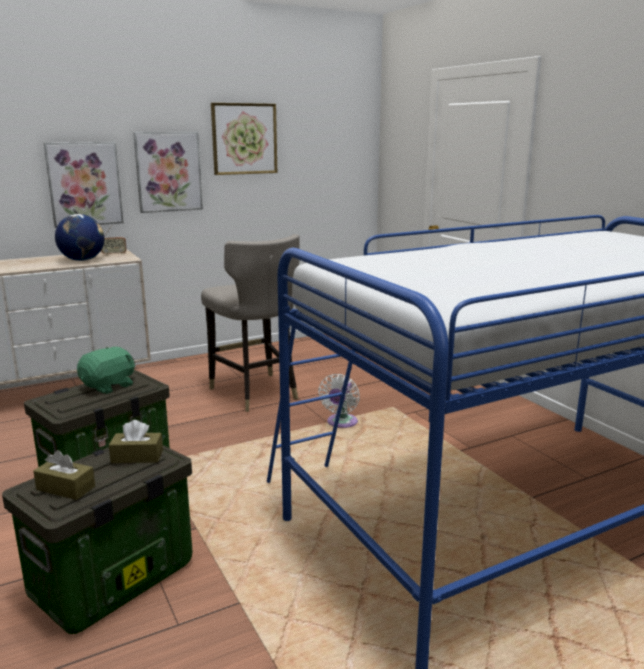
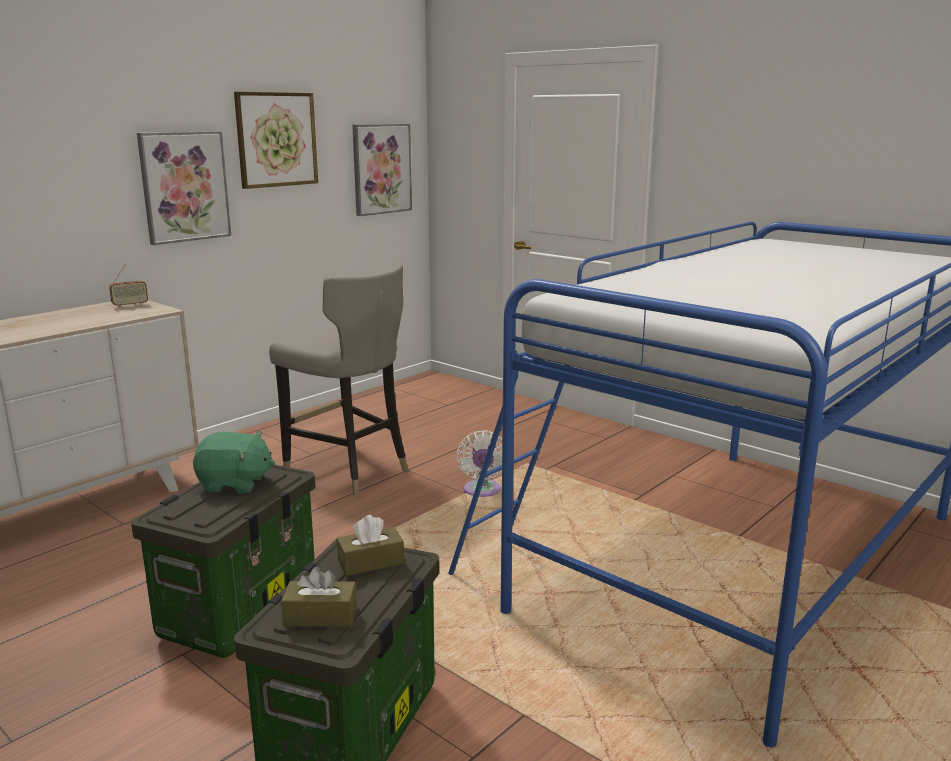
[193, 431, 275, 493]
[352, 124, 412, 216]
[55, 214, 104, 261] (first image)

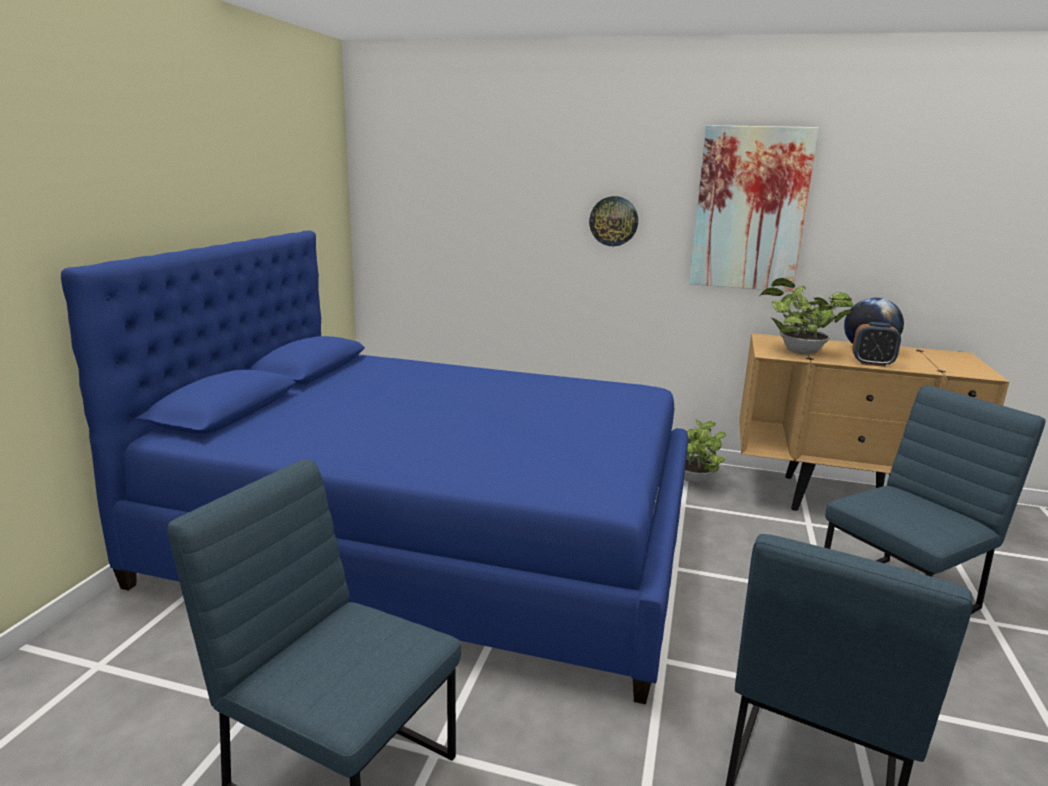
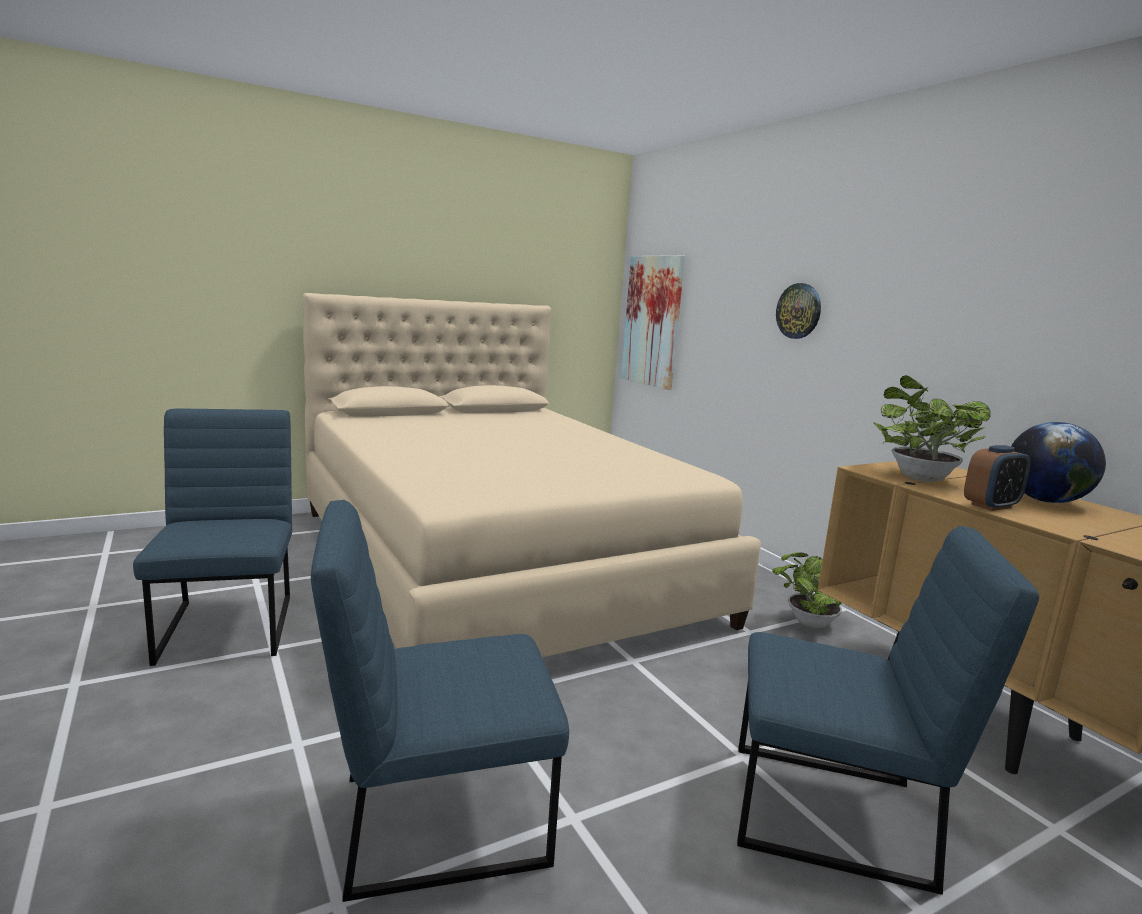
[303, 293, 761, 657]
[621, 255, 685, 390]
[964, 445, 1031, 511]

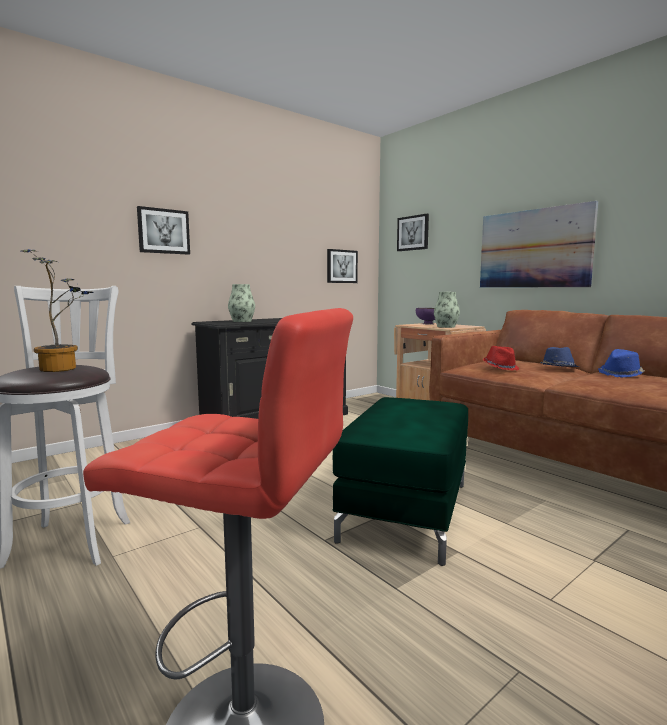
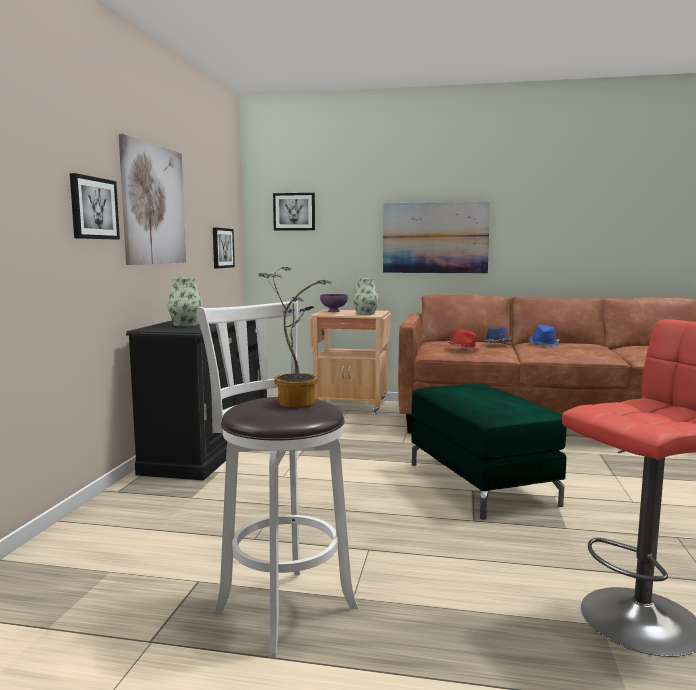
[119, 134, 186, 265]

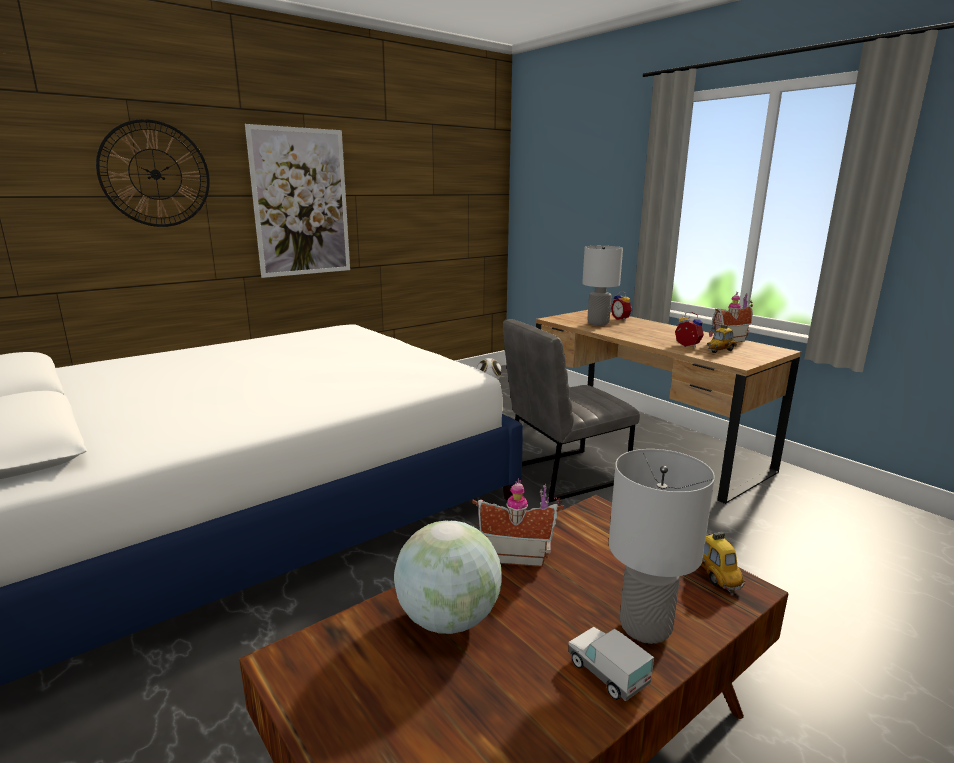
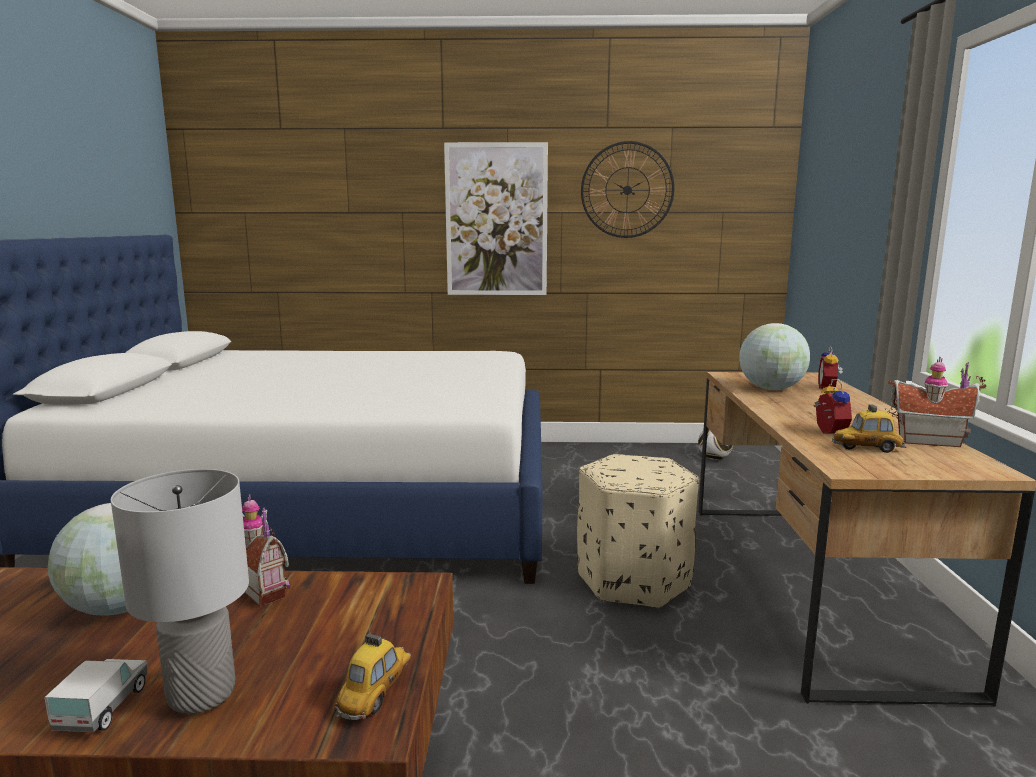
[577, 454, 699, 608]
[581, 141, 675, 238]
[739, 323, 810, 390]

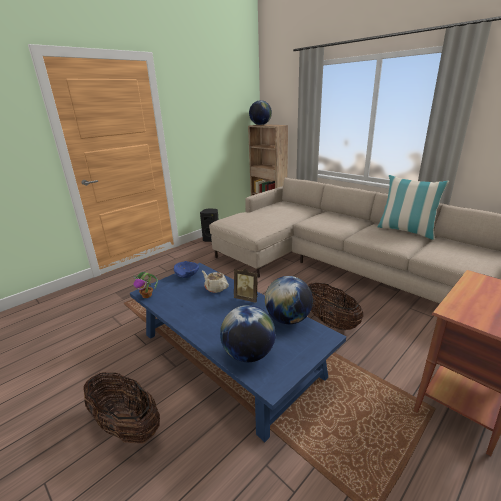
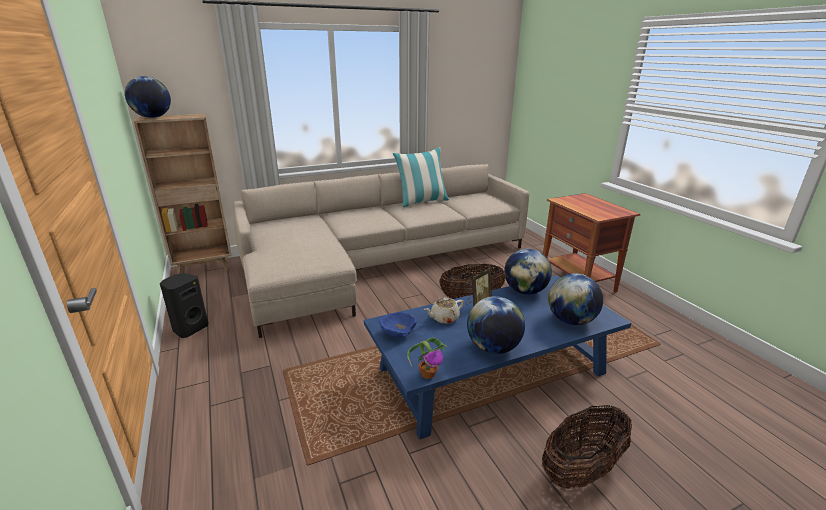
[467, 296, 525, 354]

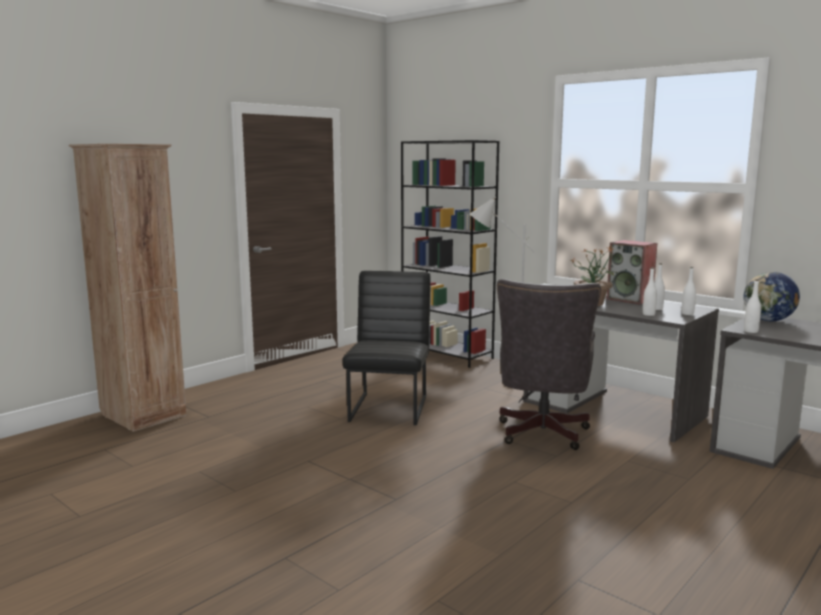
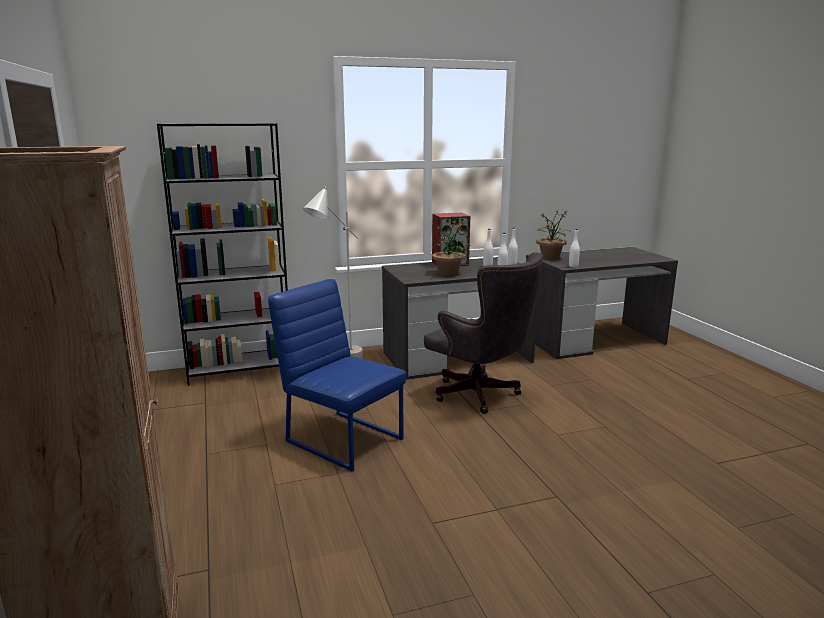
[268, 279, 406, 471]
[536, 210, 571, 260]

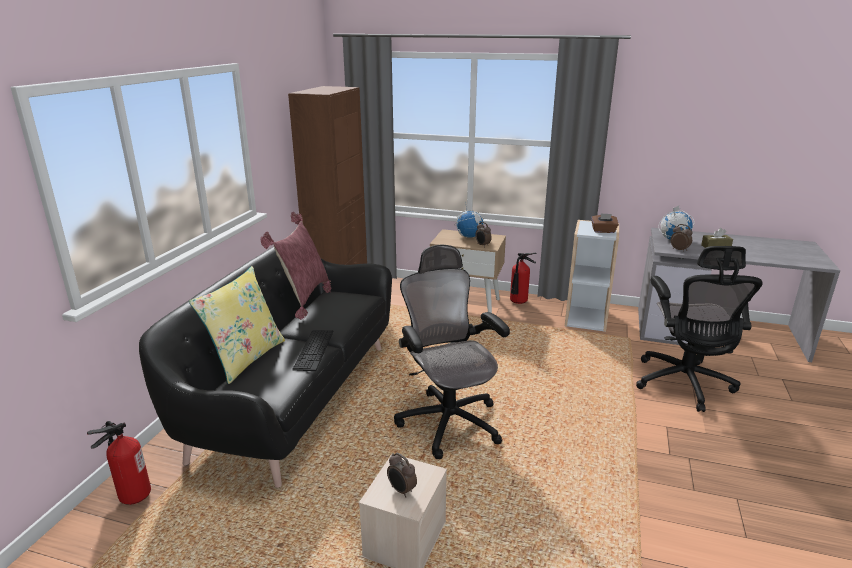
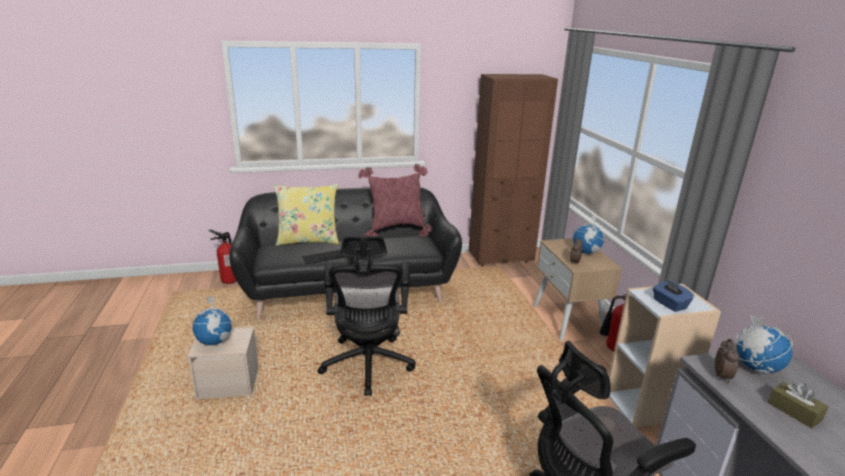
[191, 296, 234, 345]
[317, 236, 416, 396]
[653, 279, 694, 312]

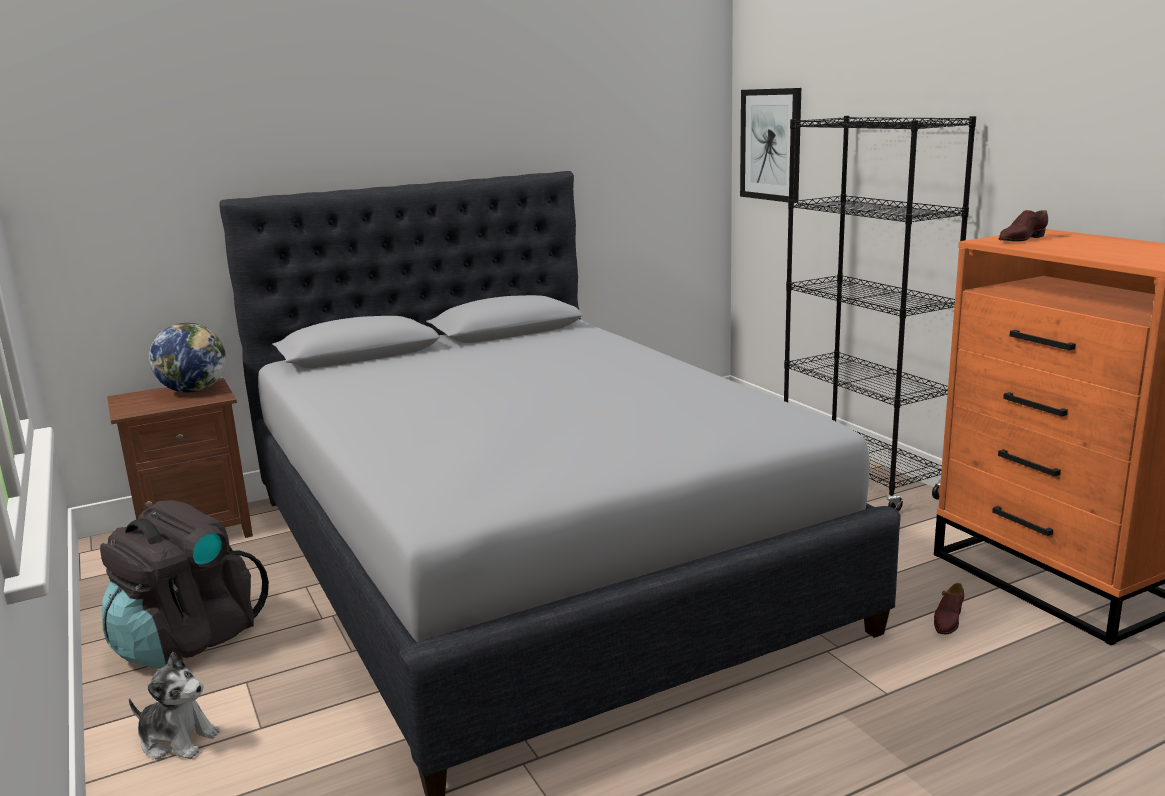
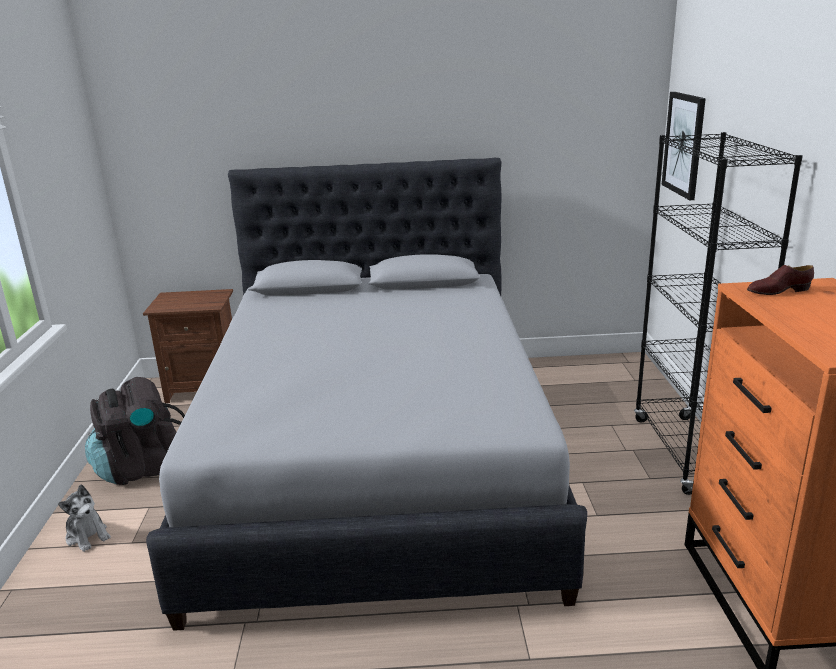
[149, 323, 226, 393] (first image)
[934, 583, 964, 634] (first image)

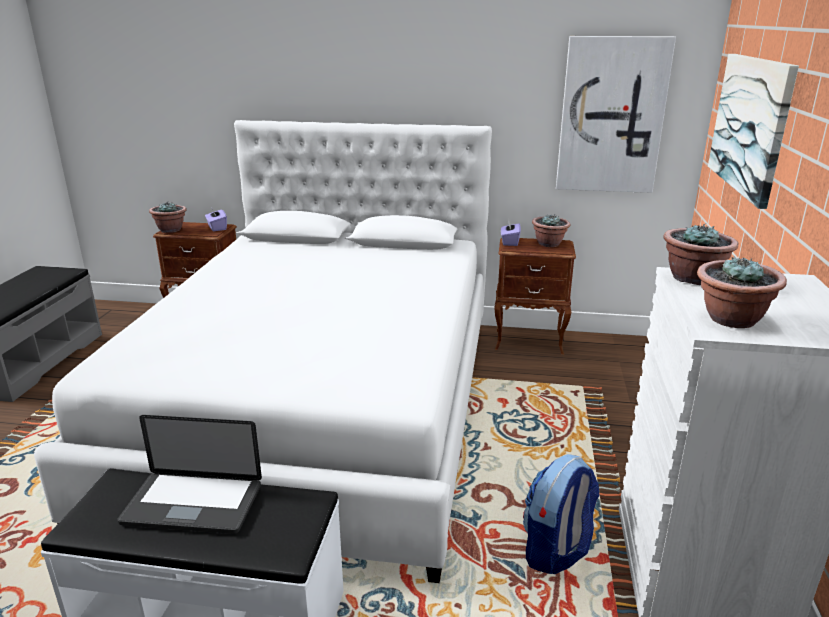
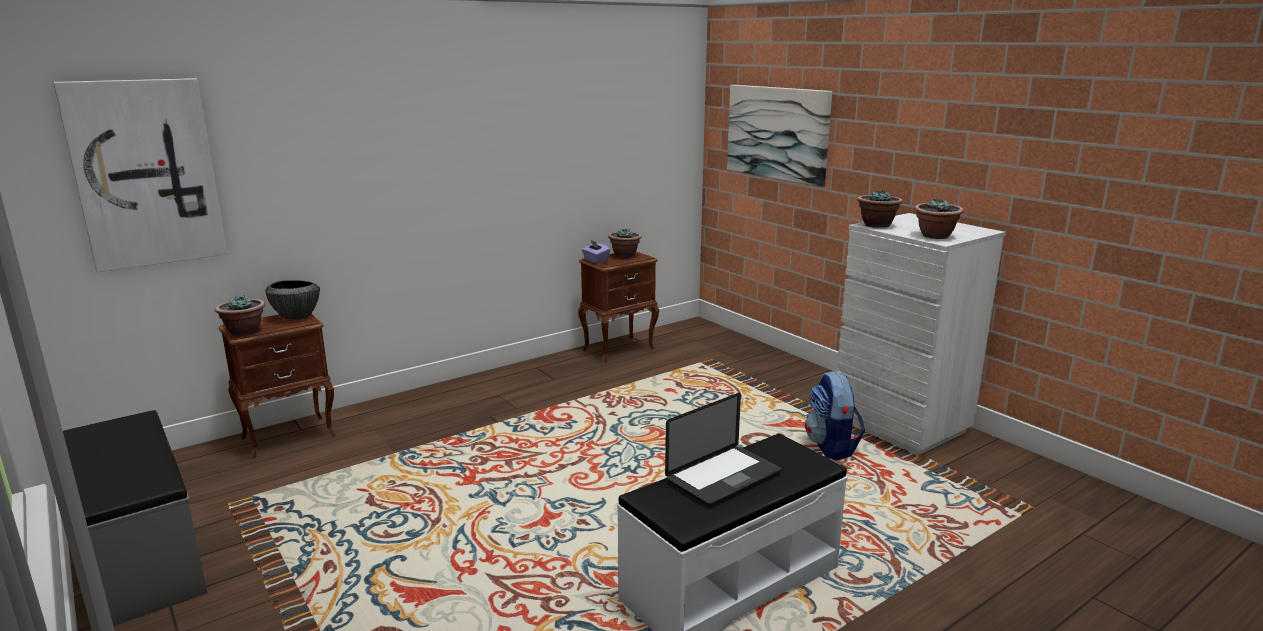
[53, 78, 227, 272]
[265, 280, 320, 320]
[34, 120, 492, 583] (first image)

